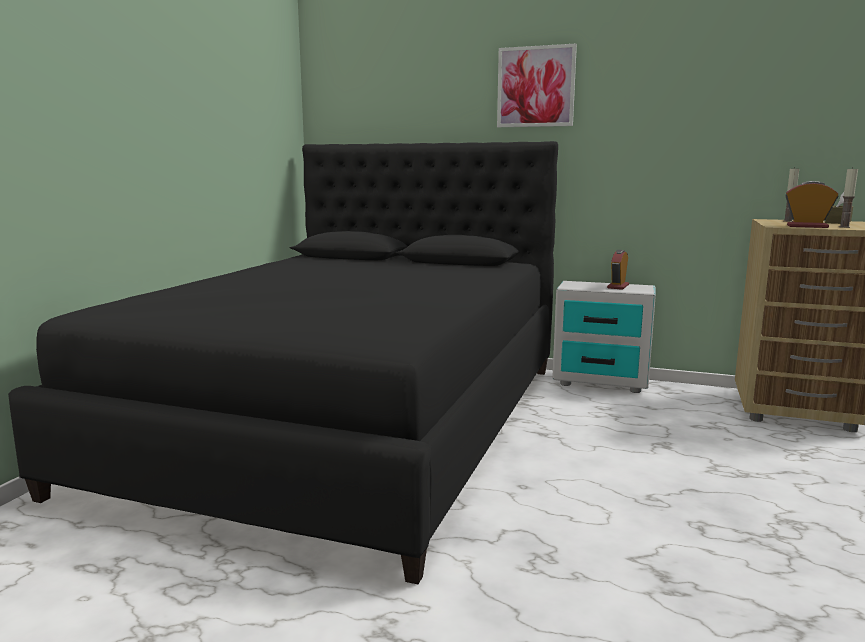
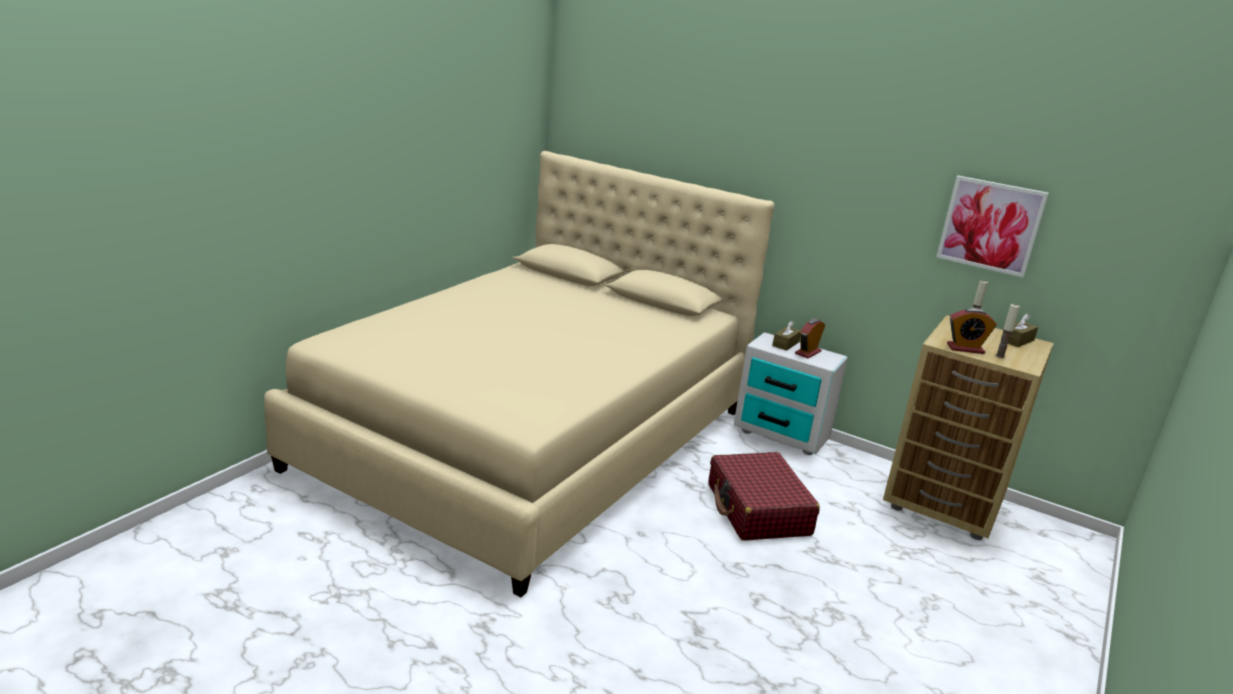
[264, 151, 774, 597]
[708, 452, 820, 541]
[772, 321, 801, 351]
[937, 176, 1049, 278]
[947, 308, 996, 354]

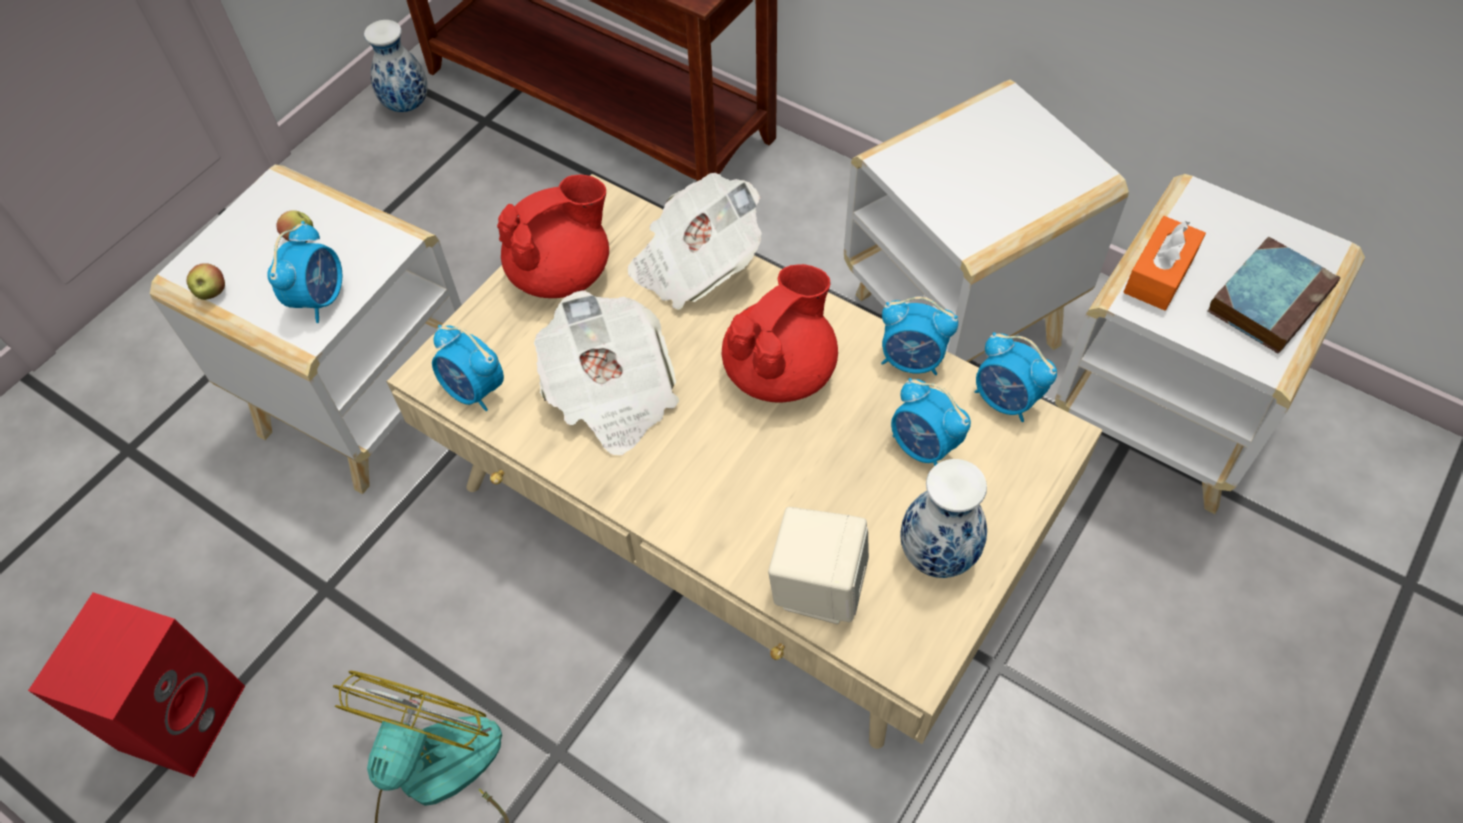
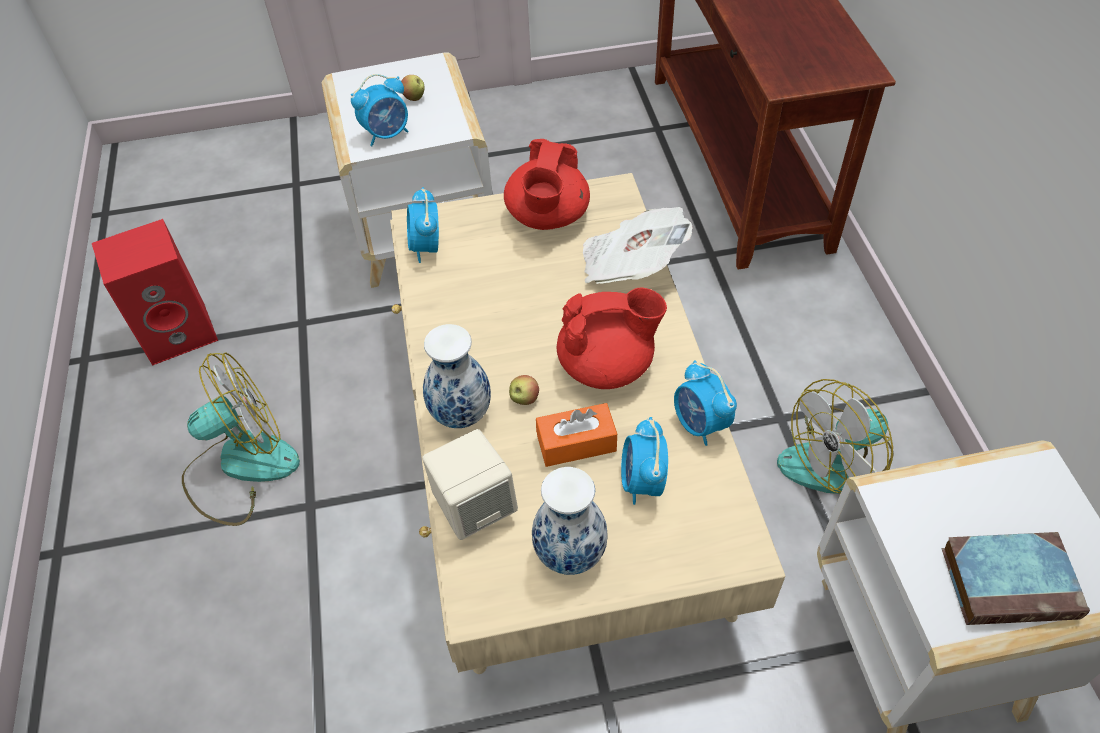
[423, 324, 491, 428]
[504, 139, 590, 230]
[509, 375, 539, 405]
[536, 403, 617, 467]
[777, 379, 894, 494]
[534, 290, 679, 455] (first image)
[975, 332, 1057, 422] (first image)

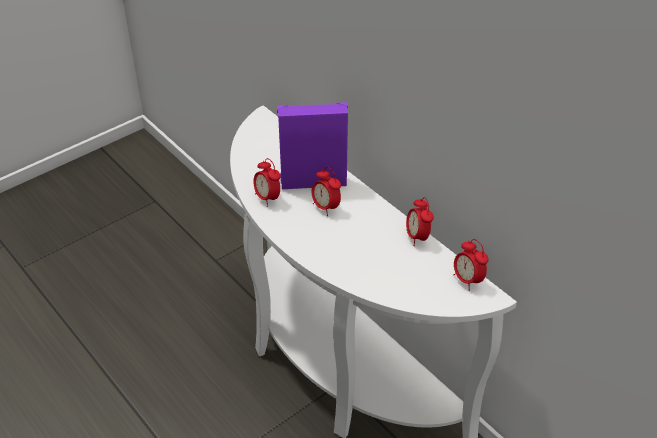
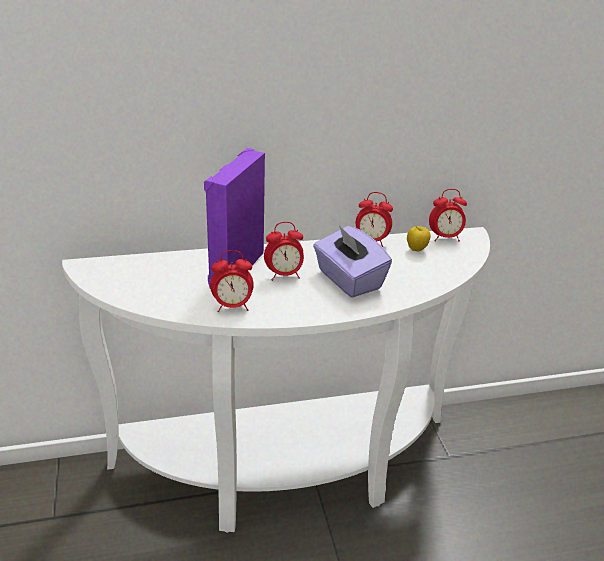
[313, 225, 392, 298]
[407, 226, 430, 252]

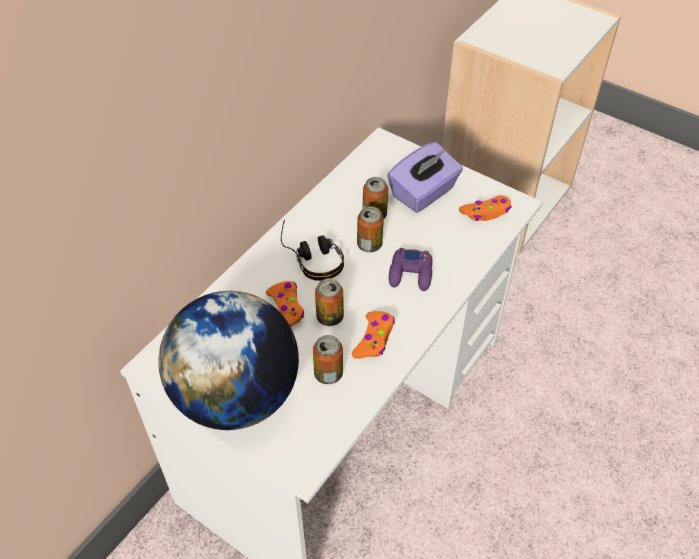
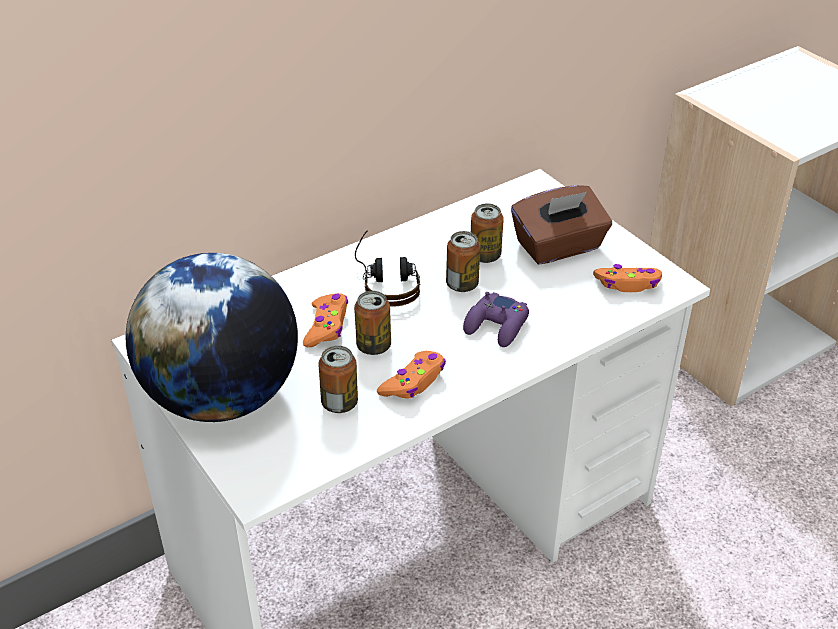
[511, 185, 612, 265]

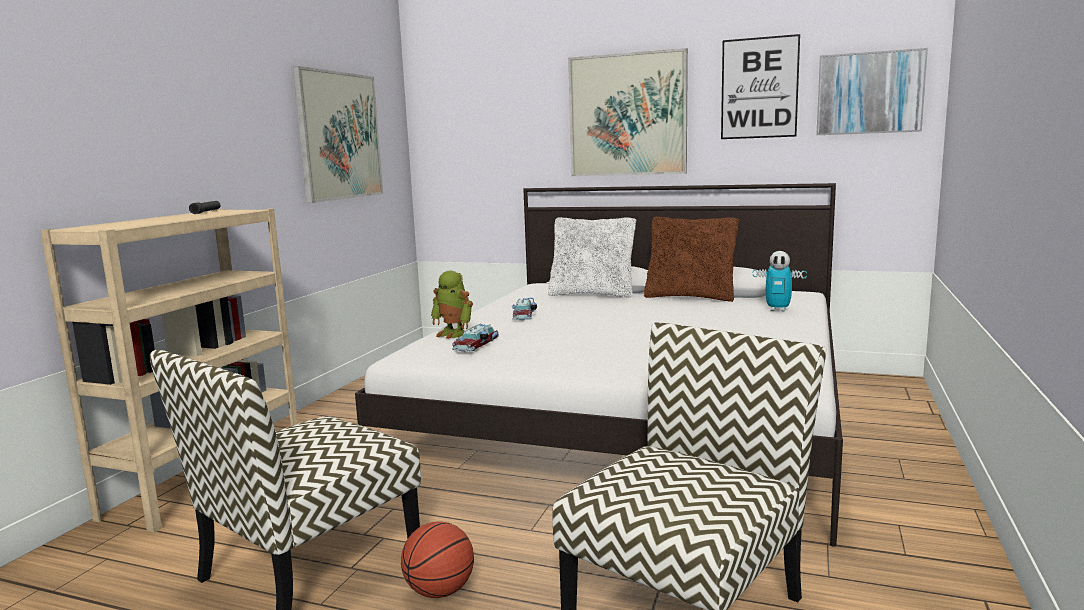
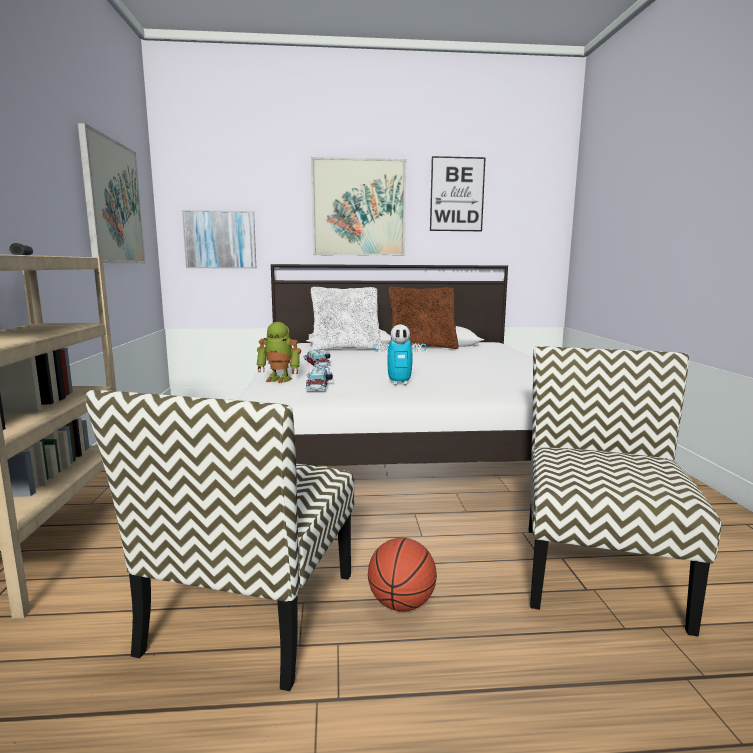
[182, 210, 256, 269]
[374, 324, 426, 385]

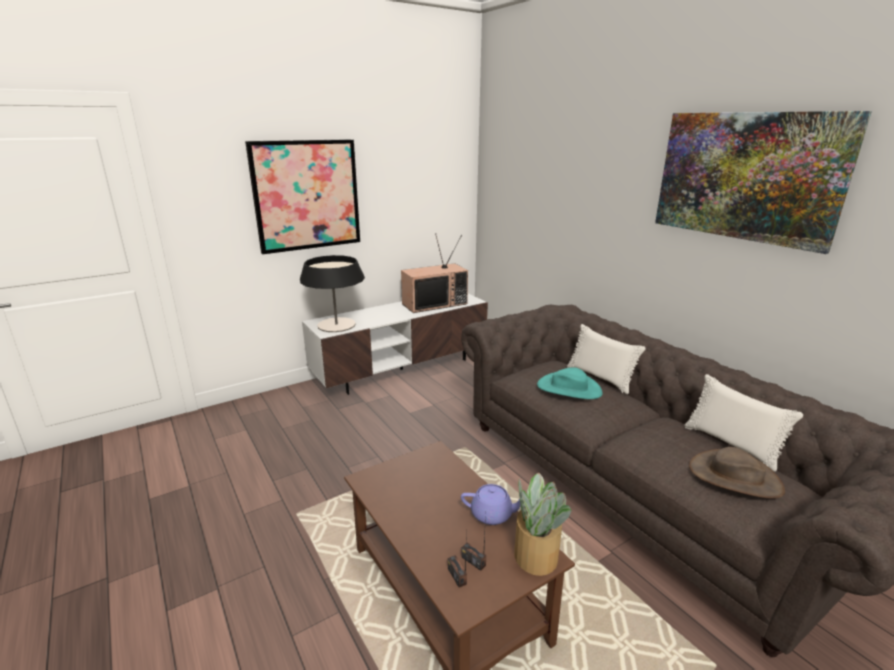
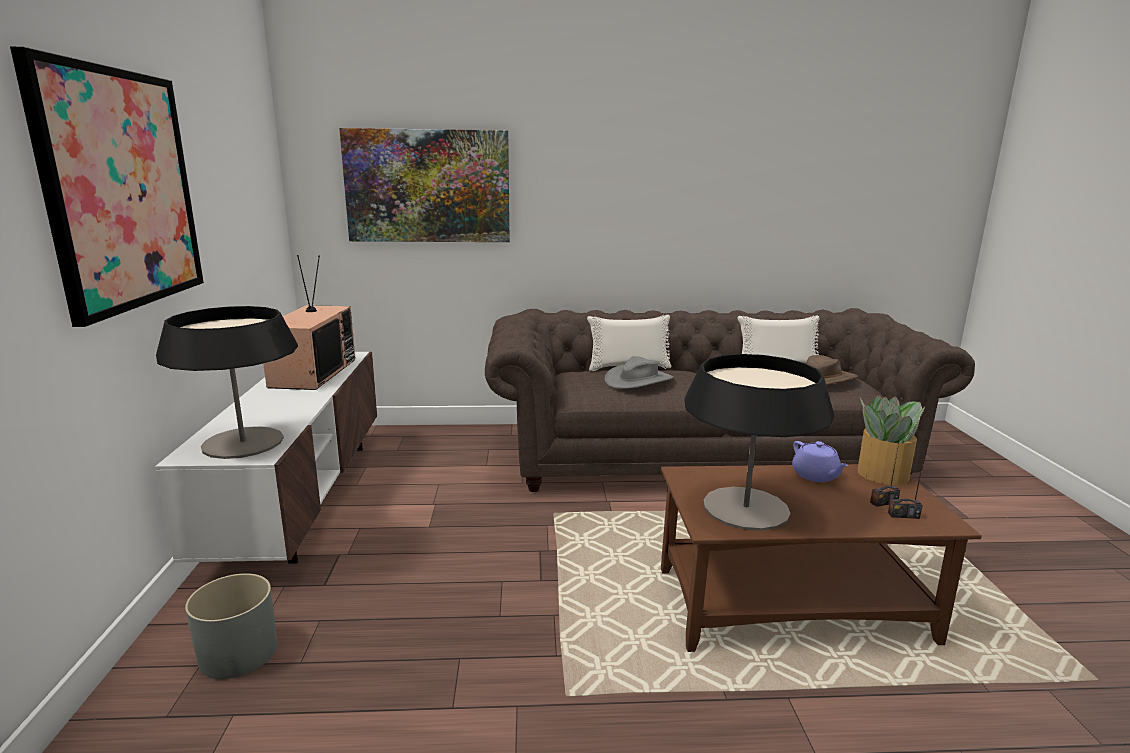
[185, 573, 277, 679]
[339, 128, 510, 242]
[605, 356, 673, 389]
[684, 354, 834, 531]
[792, 441, 849, 482]

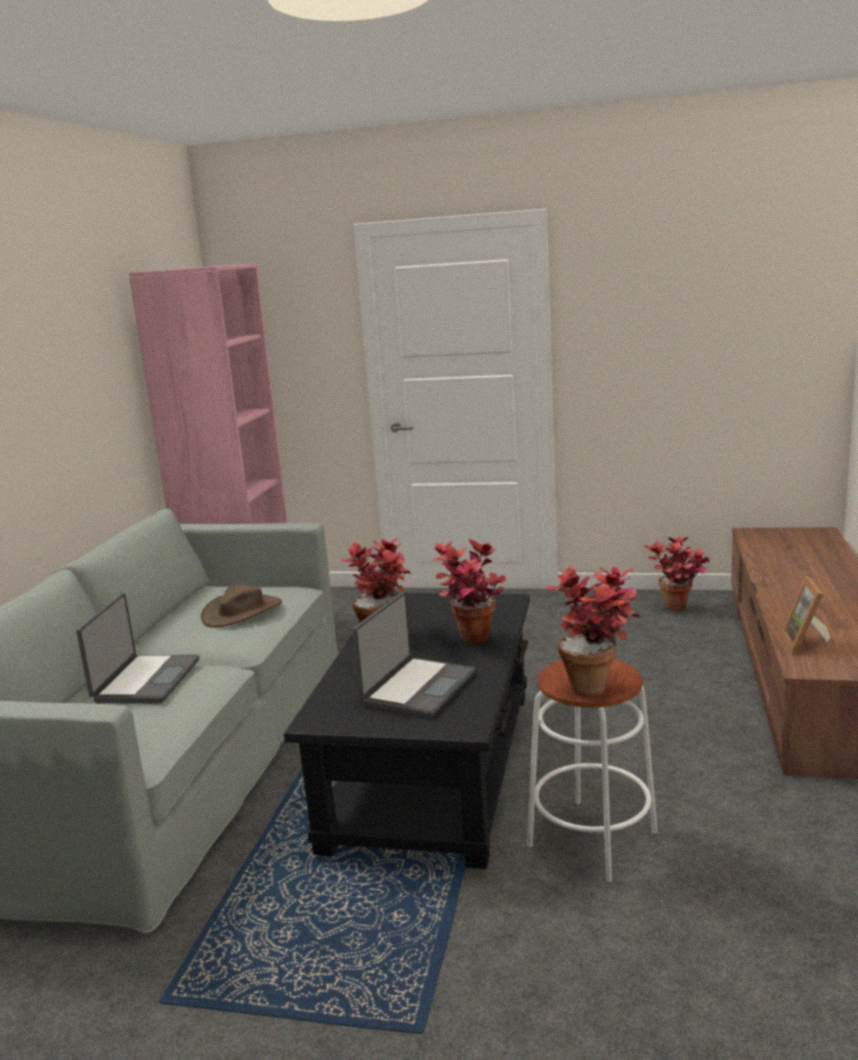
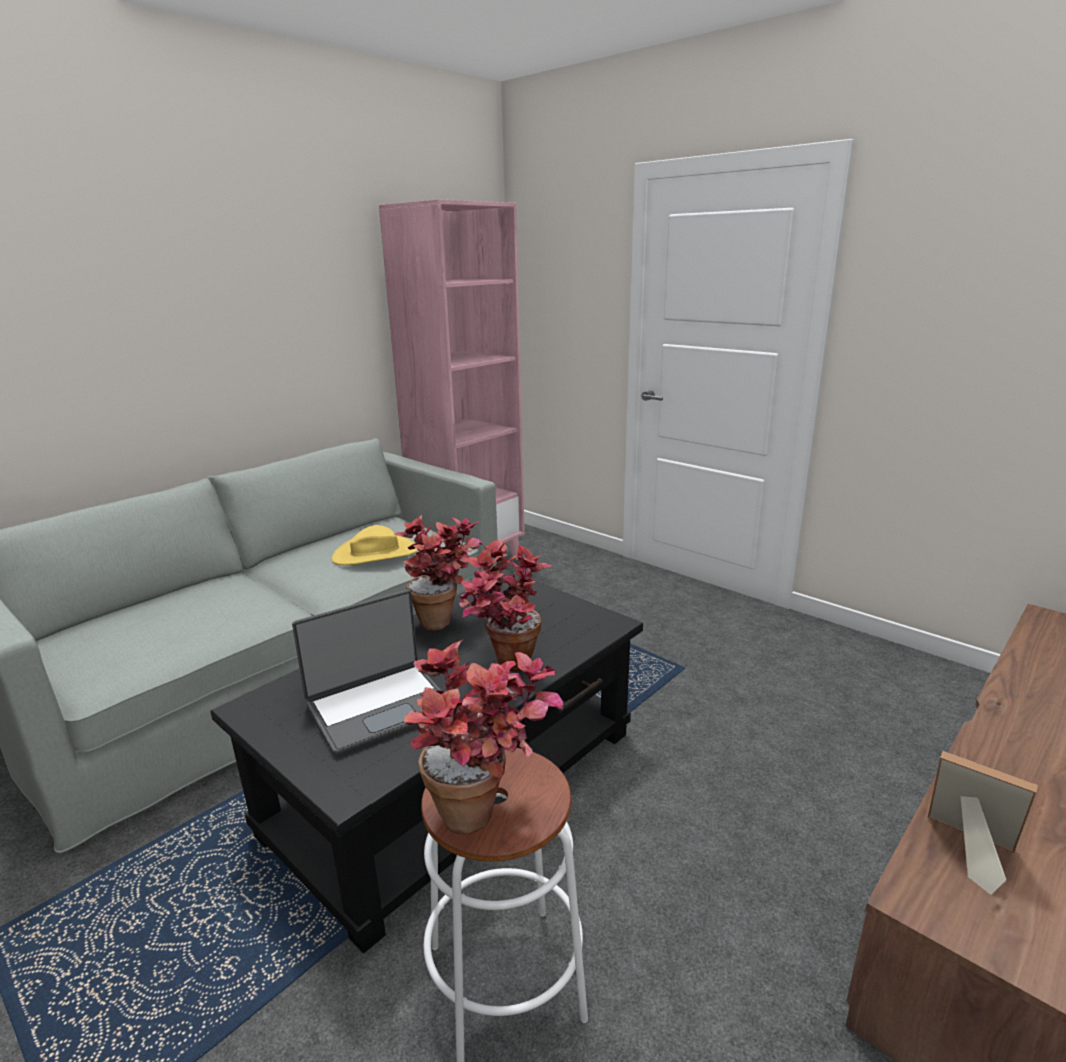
[332, 525, 418, 565]
[928, 751, 1038, 895]
[76, 593, 199, 703] (first image)
[644, 537, 711, 611] (first image)

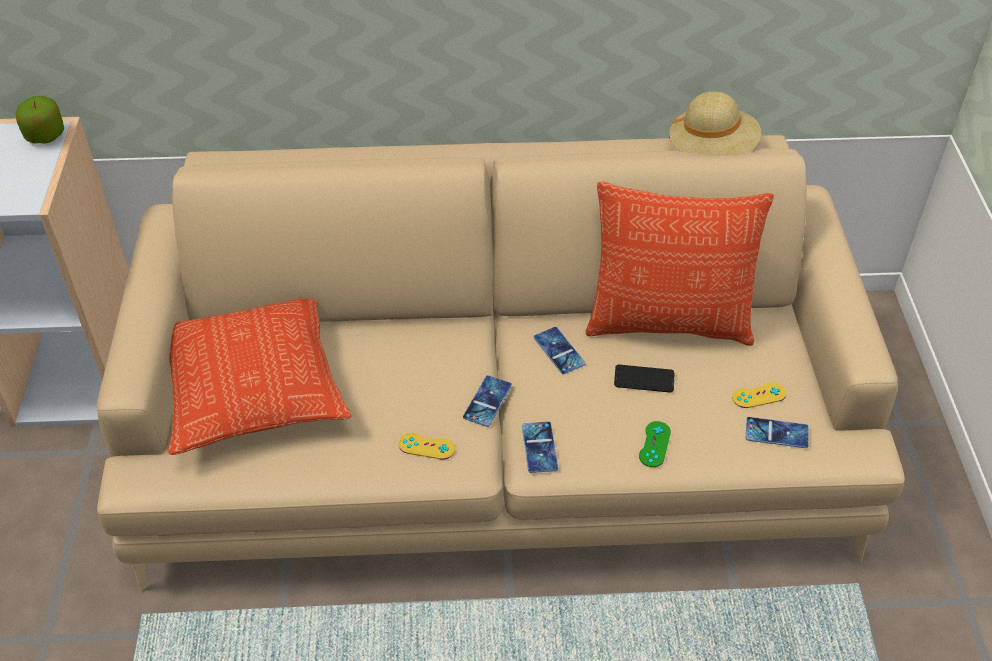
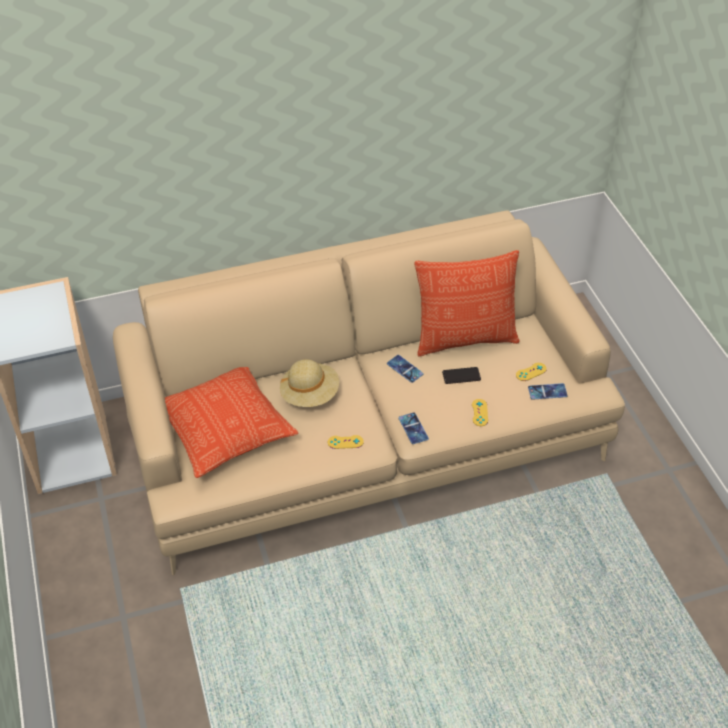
[280, 359, 339, 407]
[472, 399, 488, 426]
[16, 96, 64, 144] (first image)
[463, 375, 512, 427] (first image)

